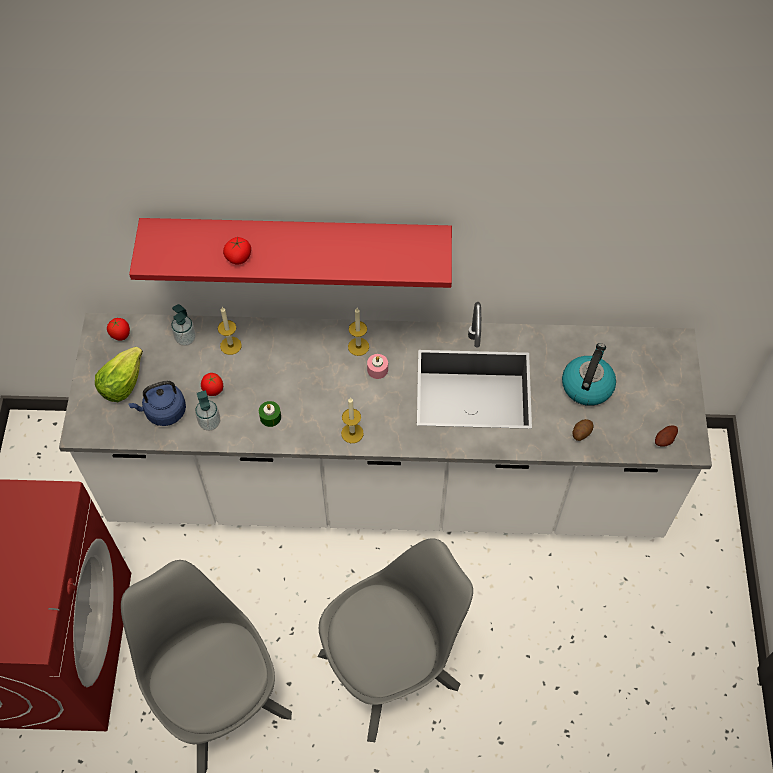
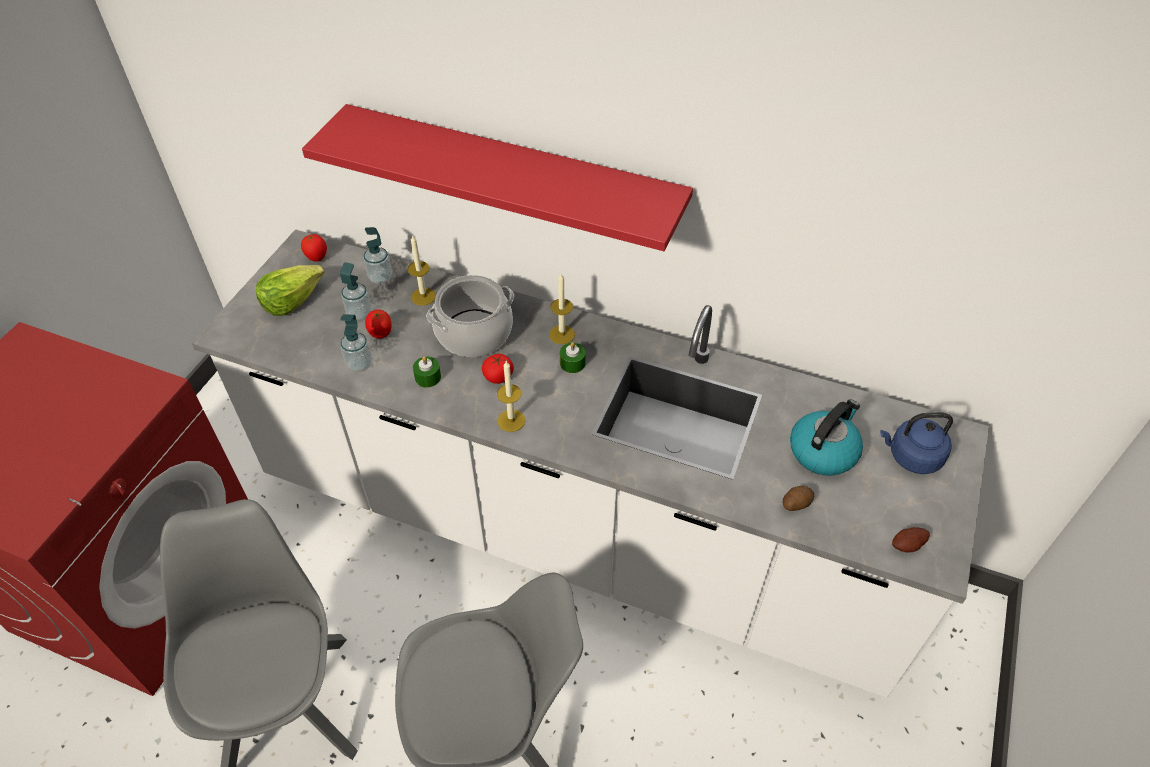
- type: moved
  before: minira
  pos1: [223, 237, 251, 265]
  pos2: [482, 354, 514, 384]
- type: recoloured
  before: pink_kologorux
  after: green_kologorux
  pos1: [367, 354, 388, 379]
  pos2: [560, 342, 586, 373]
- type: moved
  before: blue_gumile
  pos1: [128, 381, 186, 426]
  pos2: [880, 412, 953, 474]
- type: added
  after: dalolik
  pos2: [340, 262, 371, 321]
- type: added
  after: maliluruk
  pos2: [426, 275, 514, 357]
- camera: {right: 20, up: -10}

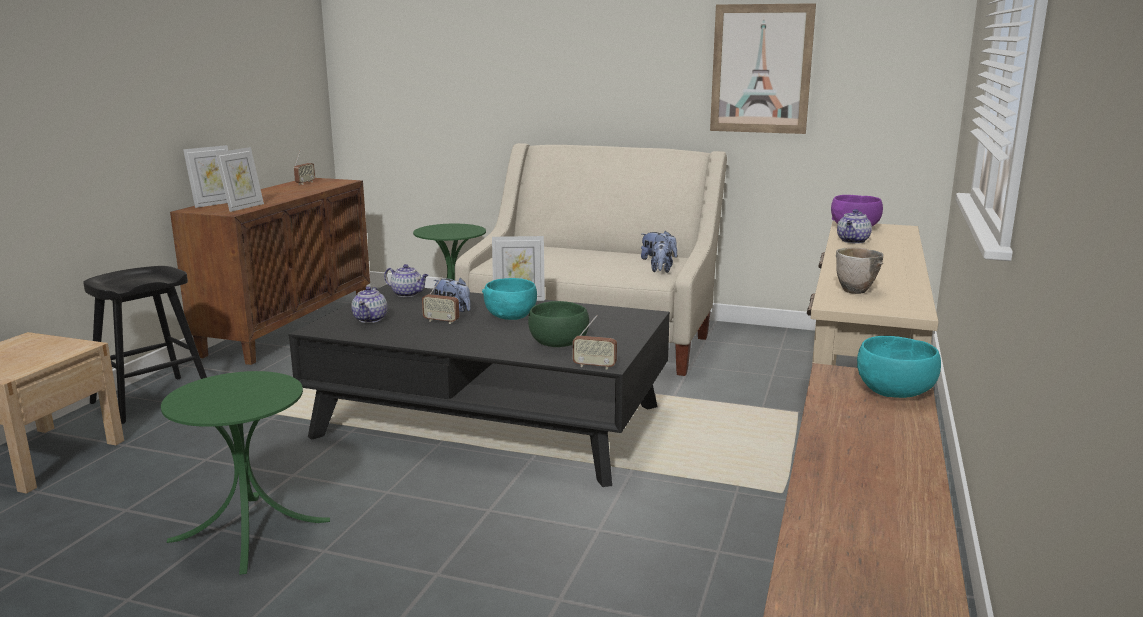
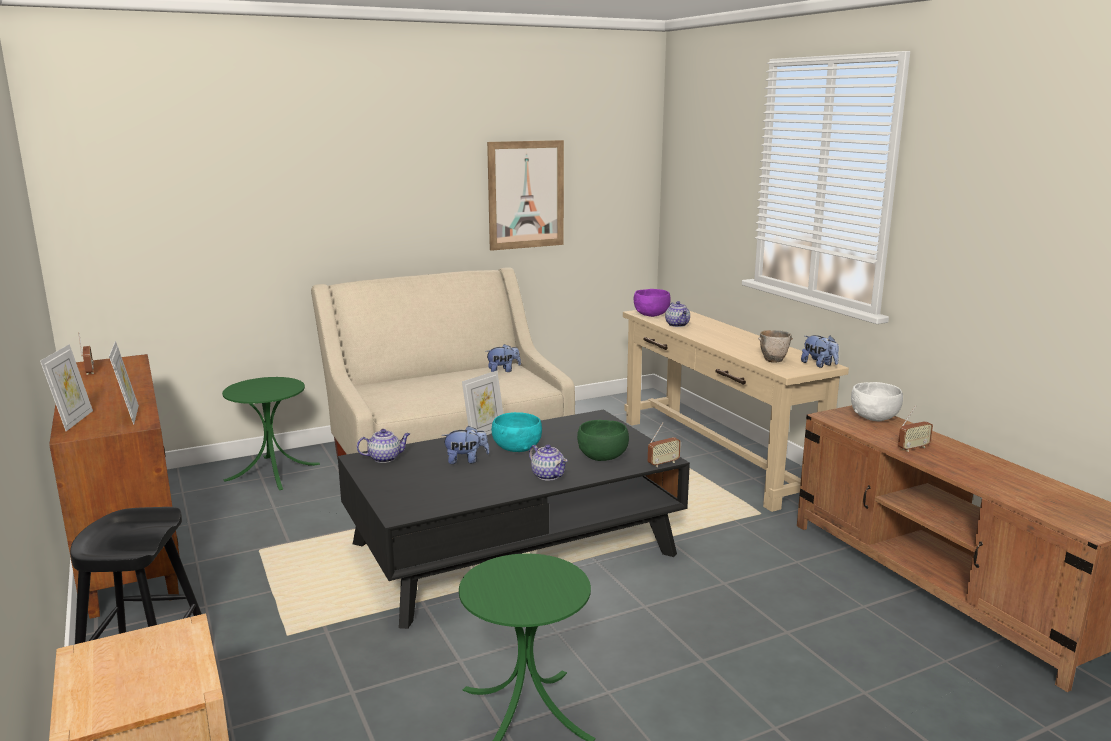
- type: moved
  before: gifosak
  pos1: [651, 241, 673, 273]
  pos2: [801, 335, 839, 368]
- type: moved
  before: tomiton
  pos1: [422, 276, 459, 324]
  pos2: [898, 405, 933, 452]
- type: moved
  before: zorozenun
  pos1: [351, 286, 388, 323]
  pos2: [529, 445, 568, 481]
- type: recoloured
  before: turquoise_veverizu
  after: white_veverizu
  pos1: [857, 336, 941, 398]
  pos2: [851, 382, 903, 421]
- camera: {right: -45, up: 0}

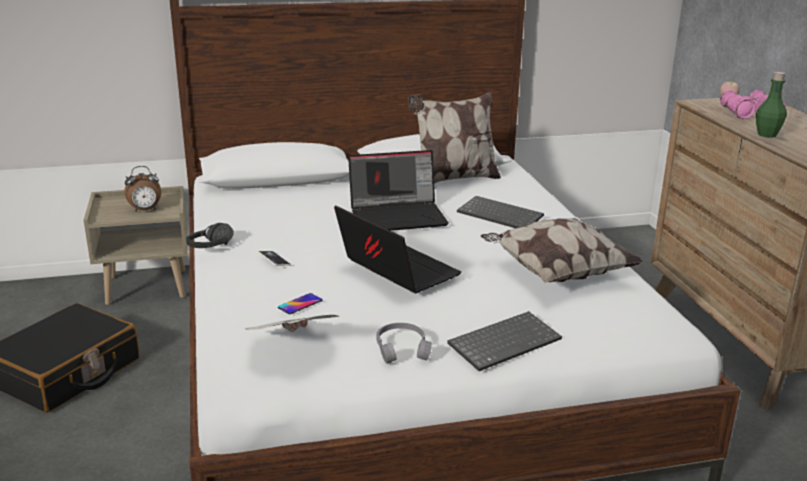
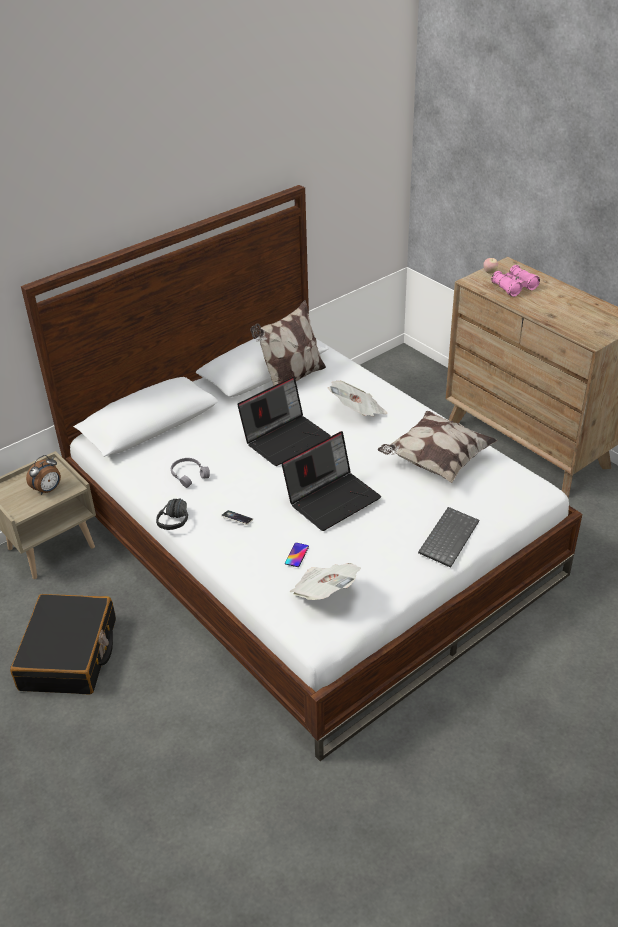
- type: removed
  before: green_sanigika
  pos1: [756, 72, 787, 138]
- type: replaced
  before: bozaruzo
  after: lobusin
  pos1: [457, 196, 544, 228]
  pos2: [328, 381, 388, 417]
- type: turned
  before: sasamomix
  pos1: [334, 205, 462, 293]
  pos2: [281, 431, 381, 531]
  turn: 120
- type: moved
  before: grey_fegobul
  pos1: [377, 323, 432, 364]
  pos2: [171, 458, 210, 488]
- camera: {right: -25, up: 15}

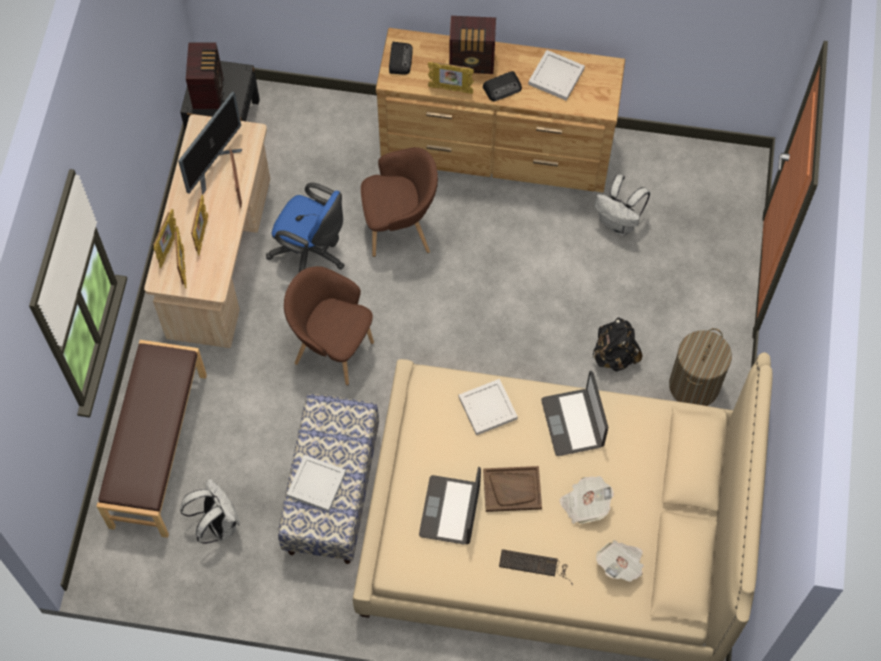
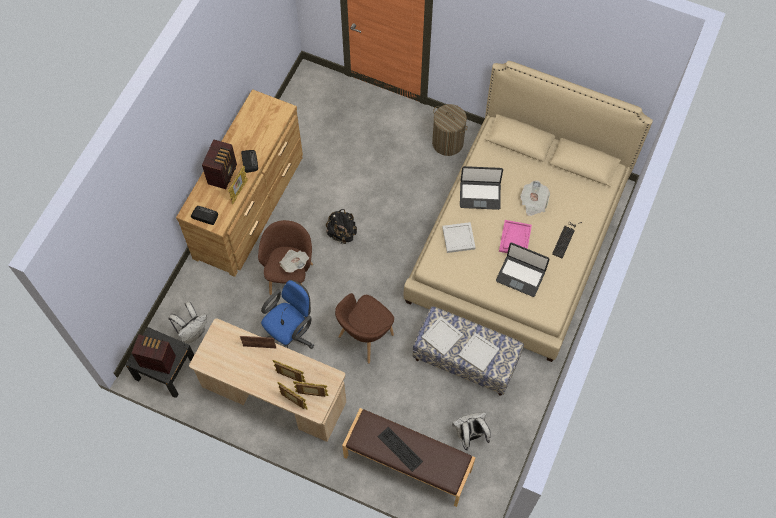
- type: moved
  before: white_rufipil
  pos1: [528, 50, 585, 101]
  pos2: [422, 317, 463, 356]
- type: removed
  before: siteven
  pos1: [178, 91, 242, 195]
- type: moved
  before: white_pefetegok
  pos1: [594, 174, 650, 236]
  pos2: [168, 302, 207, 344]
- type: moved
  before: black_pefetegok
  pos1: [592, 317, 642, 371]
  pos2: [326, 209, 357, 245]
- type: recoloured
  before: brown_rufipil
  after: pink_rufipil
  pos1: [483, 466, 542, 512]
  pos2: [499, 220, 532, 253]
- type: moved
  before: lobusin
  pos1: [596, 540, 644, 582]
  pos2: [279, 249, 309, 273]
- type: added
  after: bozaruzo
  pos2: [378, 427, 423, 472]
- camera: {right: -75, up: 0}

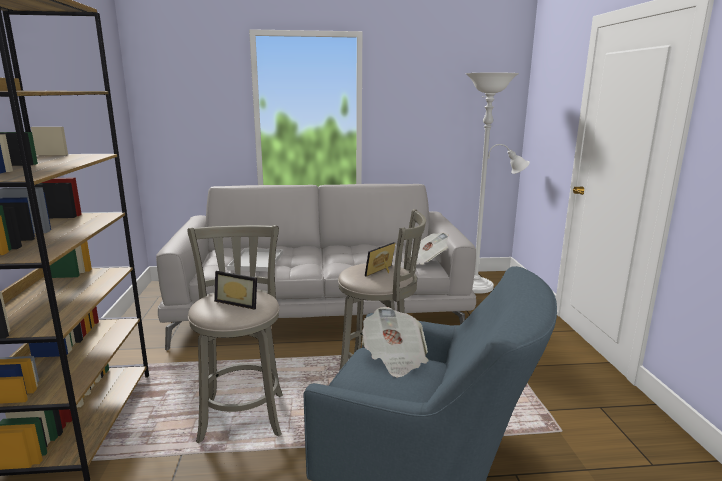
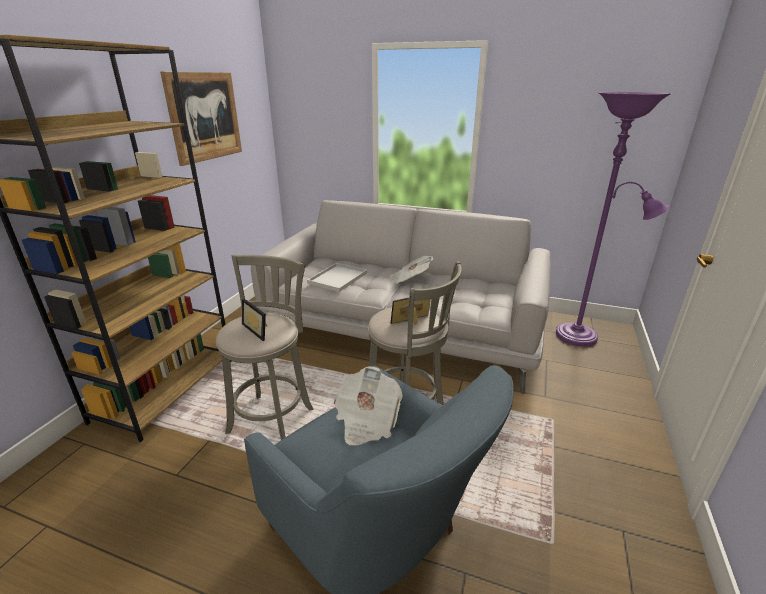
- type: recoloured
  before: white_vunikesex
  after: purple_vunikesex
  pos1: [465, 72, 530, 294]
  pos2: [556, 92, 671, 347]
- type: moved
  before: lobusin
  pos1: [403, 233, 449, 265]
  pos2: [390, 255, 433, 284]
- type: added
  after: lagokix
  pos2: [160, 71, 242, 166]
- camera: {right: 25, up: 10}

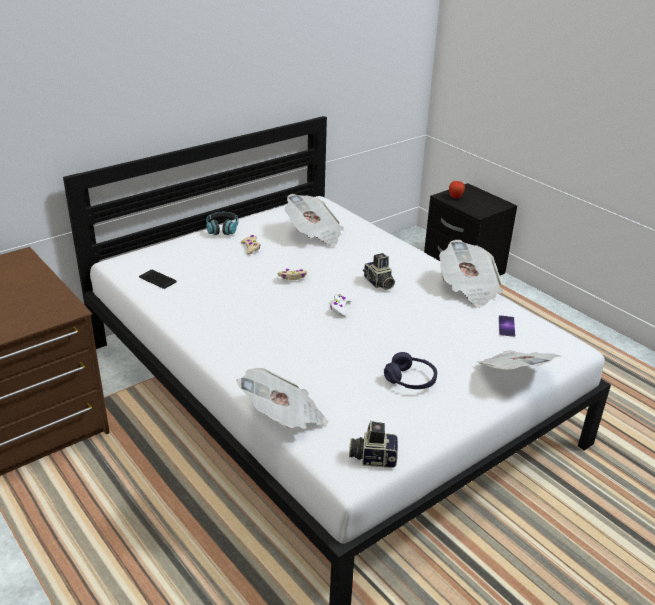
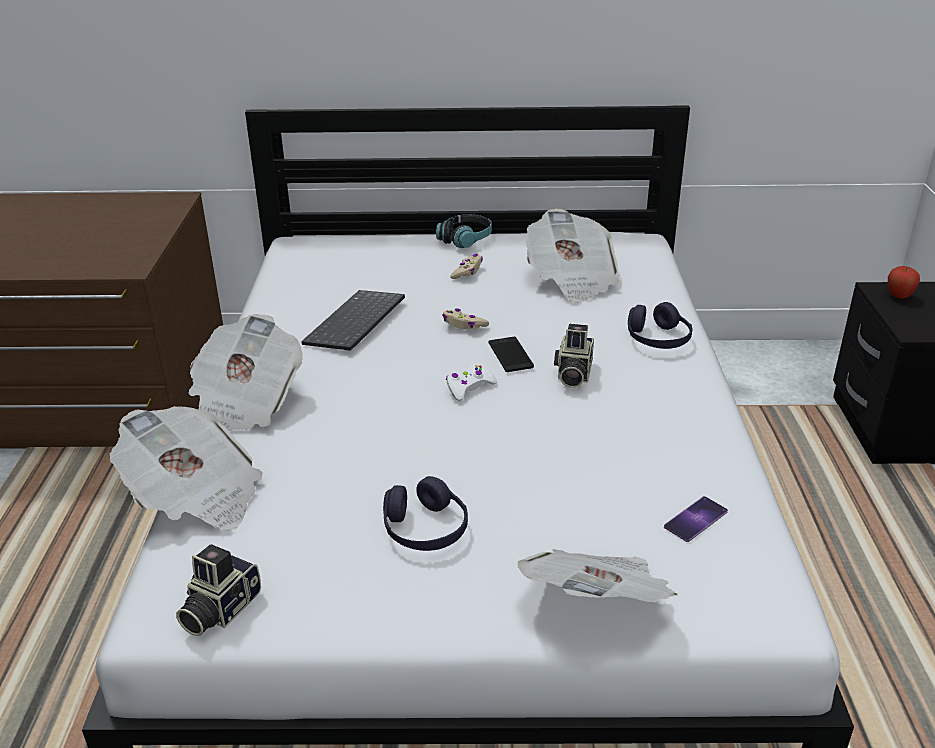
- type: moved
  before: lobusin
  pos1: [439, 240, 503, 308]
  pos2: [188, 314, 303, 431]
- type: moved
  before: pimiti
  pos1: [139, 270, 177, 289]
  pos2: [489, 337, 534, 372]
- type: turned
  before: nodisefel
  pos1: [349, 420, 398, 468]
  pos2: [176, 544, 261, 636]
  turn: -105
- type: added
  after: bozaruzo
  pos2: [301, 290, 405, 351]
- type: added
  after: purple_fegobul
  pos2: [628, 302, 692, 349]
- camera: {right: 40, up: 0}

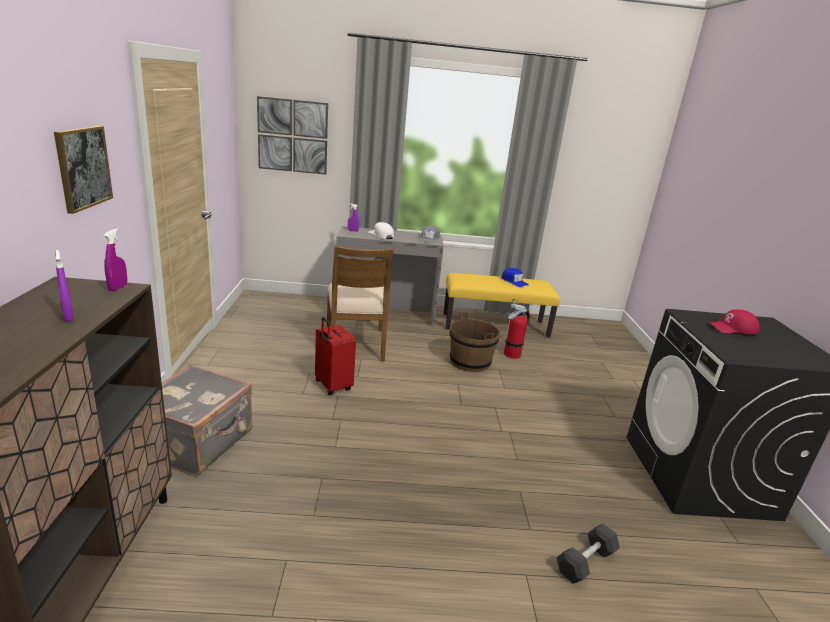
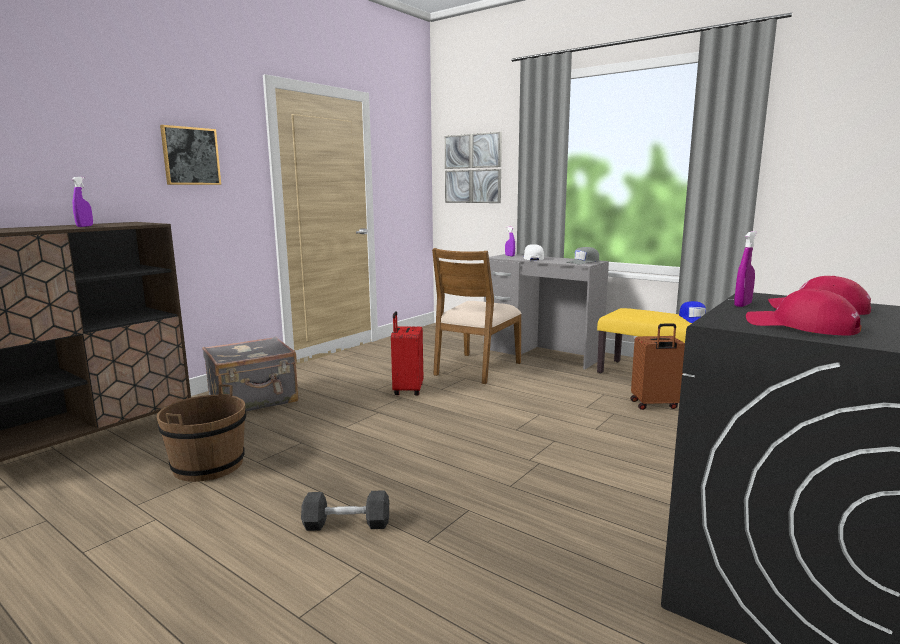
- type: moved
  before: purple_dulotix
  pos1: [104, 229, 127, 291]
  pos2: [734, 231, 757, 307]
- type: replaced
  before: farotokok
  after: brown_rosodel
  pos1: [504, 299, 530, 359]
  pos2: [630, 323, 685, 410]
- type: moved
  before: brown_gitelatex
  pos1: [450, 312, 500, 372]
  pos2: [157, 384, 246, 482]
- type: moved
  before: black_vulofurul
  pos1: [556, 524, 620, 584]
  pos2: [301, 490, 389, 531]
- type: added
  after: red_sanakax
  pos2: [746, 289, 861, 335]
- camera: {right: 40, up: -10}

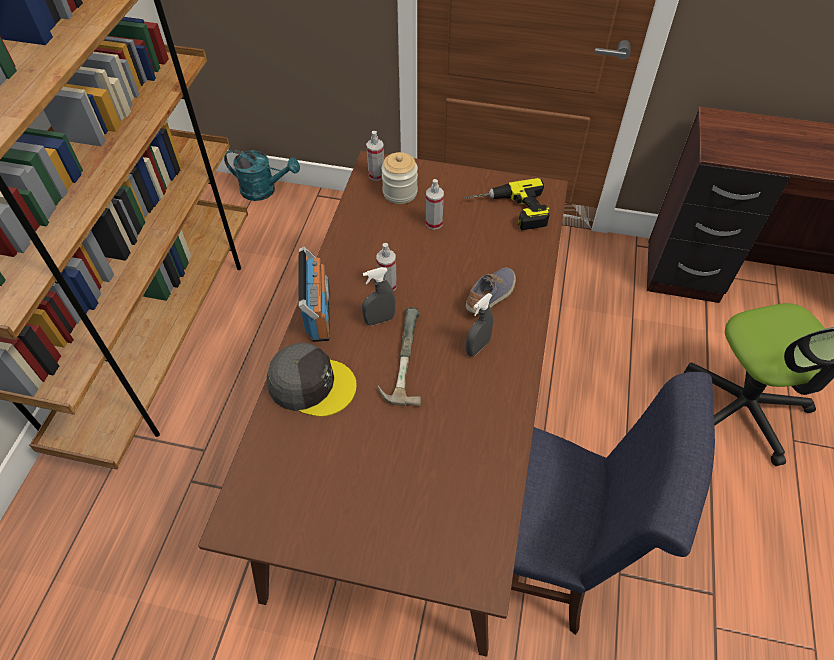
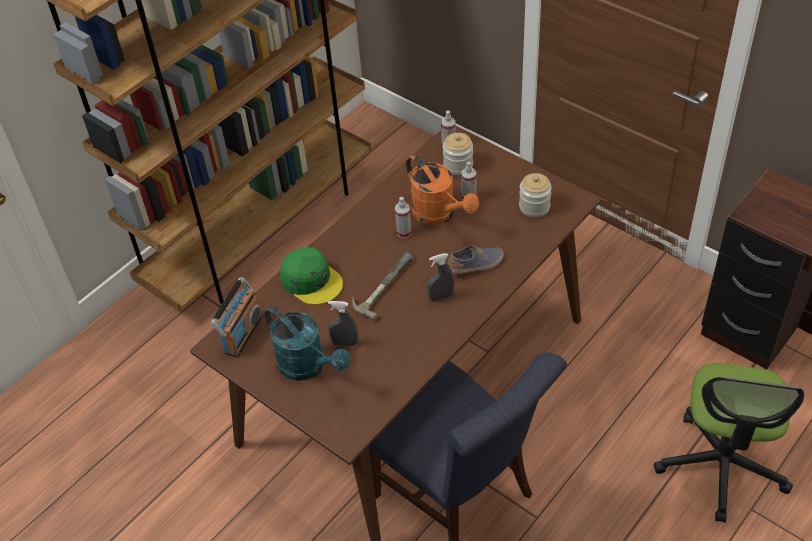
- type: moved
  before: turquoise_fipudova
  pos1: [224, 149, 300, 201]
  pos2: [264, 306, 350, 381]
- type: replaced
  before: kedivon
  after: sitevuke
  pos1: [464, 178, 550, 230]
  pos2: [519, 173, 552, 218]
- type: moved
  before: tomiton
  pos1: [298, 246, 330, 342]
  pos2: [211, 277, 263, 357]
- type: moved
  before: grey_dulotix
  pos1: [362, 267, 395, 326]
  pos2: [328, 301, 358, 346]
- type: recoloured
  before: grey_sanakax
  after: green_sanakax
  pos1: [267, 342, 357, 417]
  pos2: [280, 247, 343, 305]
- type: added
  after: orange_fipudova
  pos2: [406, 155, 479, 225]
- camera: {right: 30, up: -5}

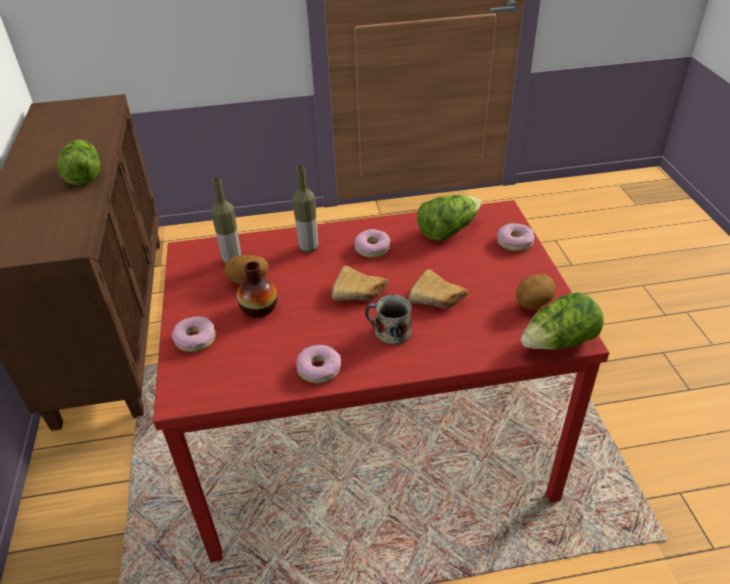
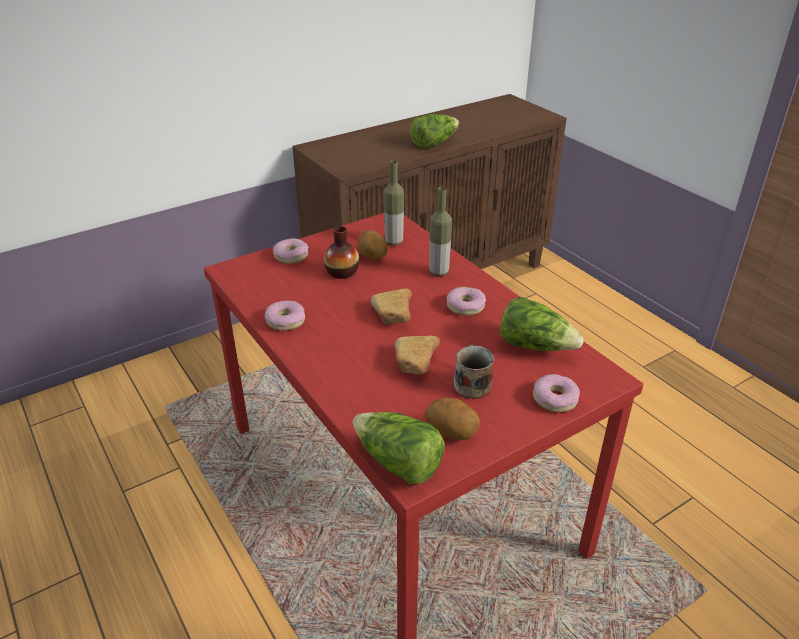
- type: moved
  before: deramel
  pos1: [365, 295, 412, 345]
  pos2: [454, 345, 494, 399]
- camera: {right: 65, up: -5}

